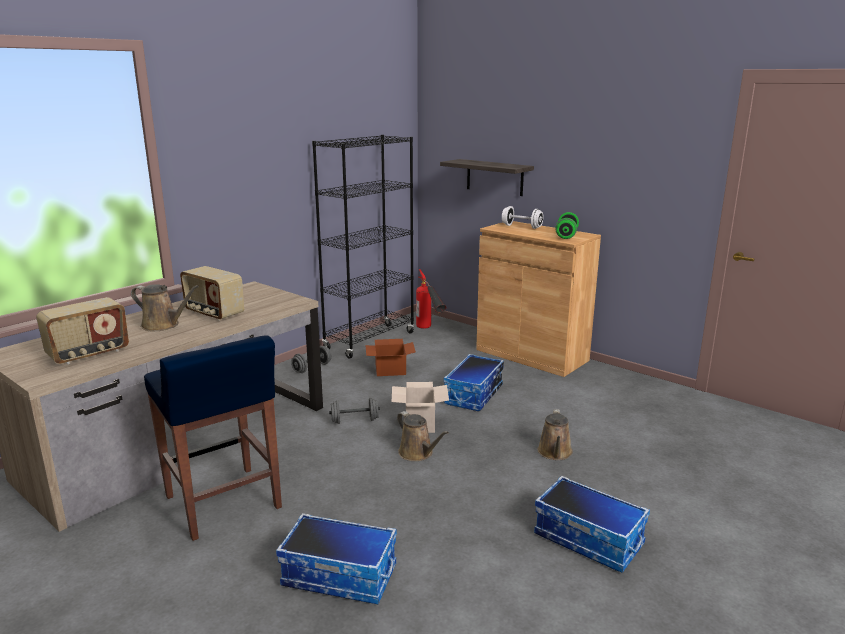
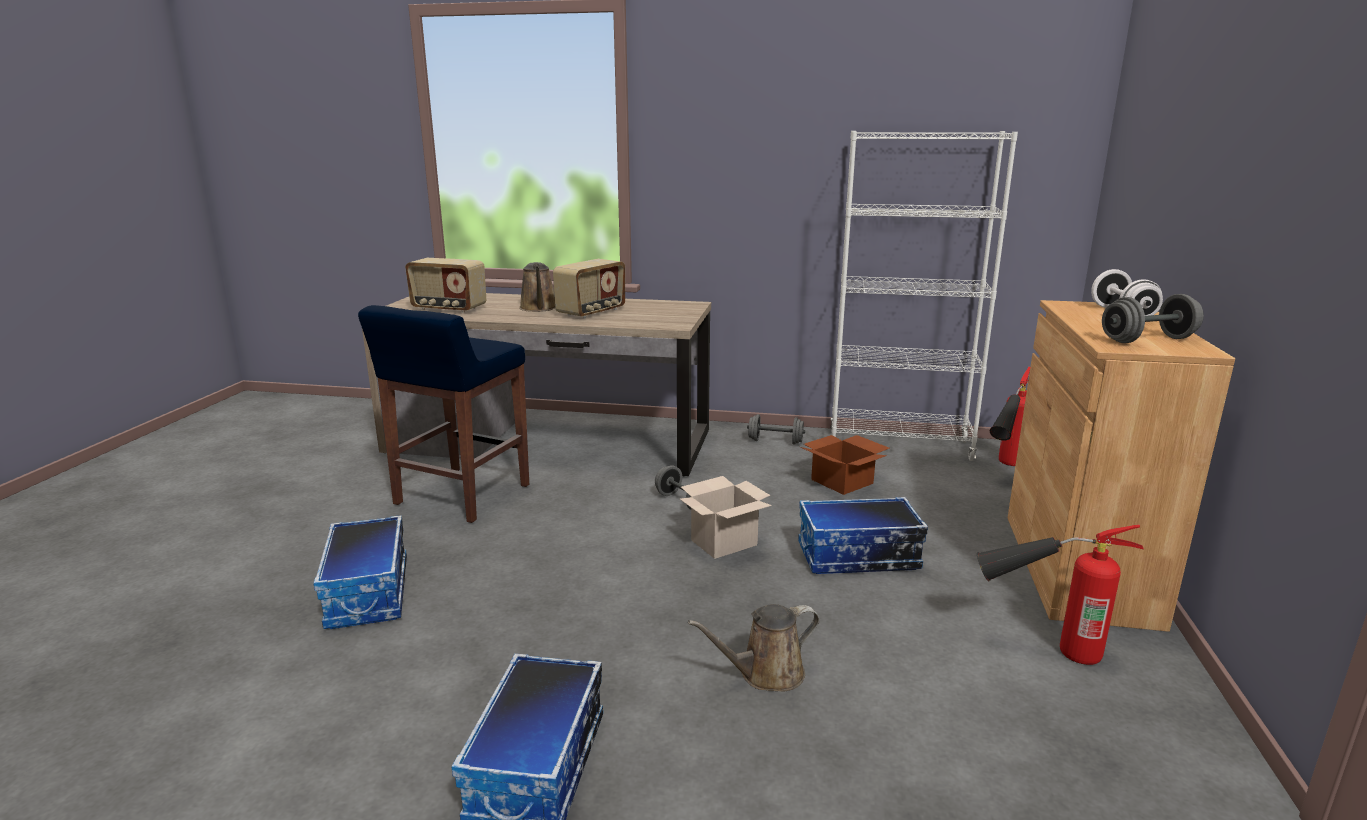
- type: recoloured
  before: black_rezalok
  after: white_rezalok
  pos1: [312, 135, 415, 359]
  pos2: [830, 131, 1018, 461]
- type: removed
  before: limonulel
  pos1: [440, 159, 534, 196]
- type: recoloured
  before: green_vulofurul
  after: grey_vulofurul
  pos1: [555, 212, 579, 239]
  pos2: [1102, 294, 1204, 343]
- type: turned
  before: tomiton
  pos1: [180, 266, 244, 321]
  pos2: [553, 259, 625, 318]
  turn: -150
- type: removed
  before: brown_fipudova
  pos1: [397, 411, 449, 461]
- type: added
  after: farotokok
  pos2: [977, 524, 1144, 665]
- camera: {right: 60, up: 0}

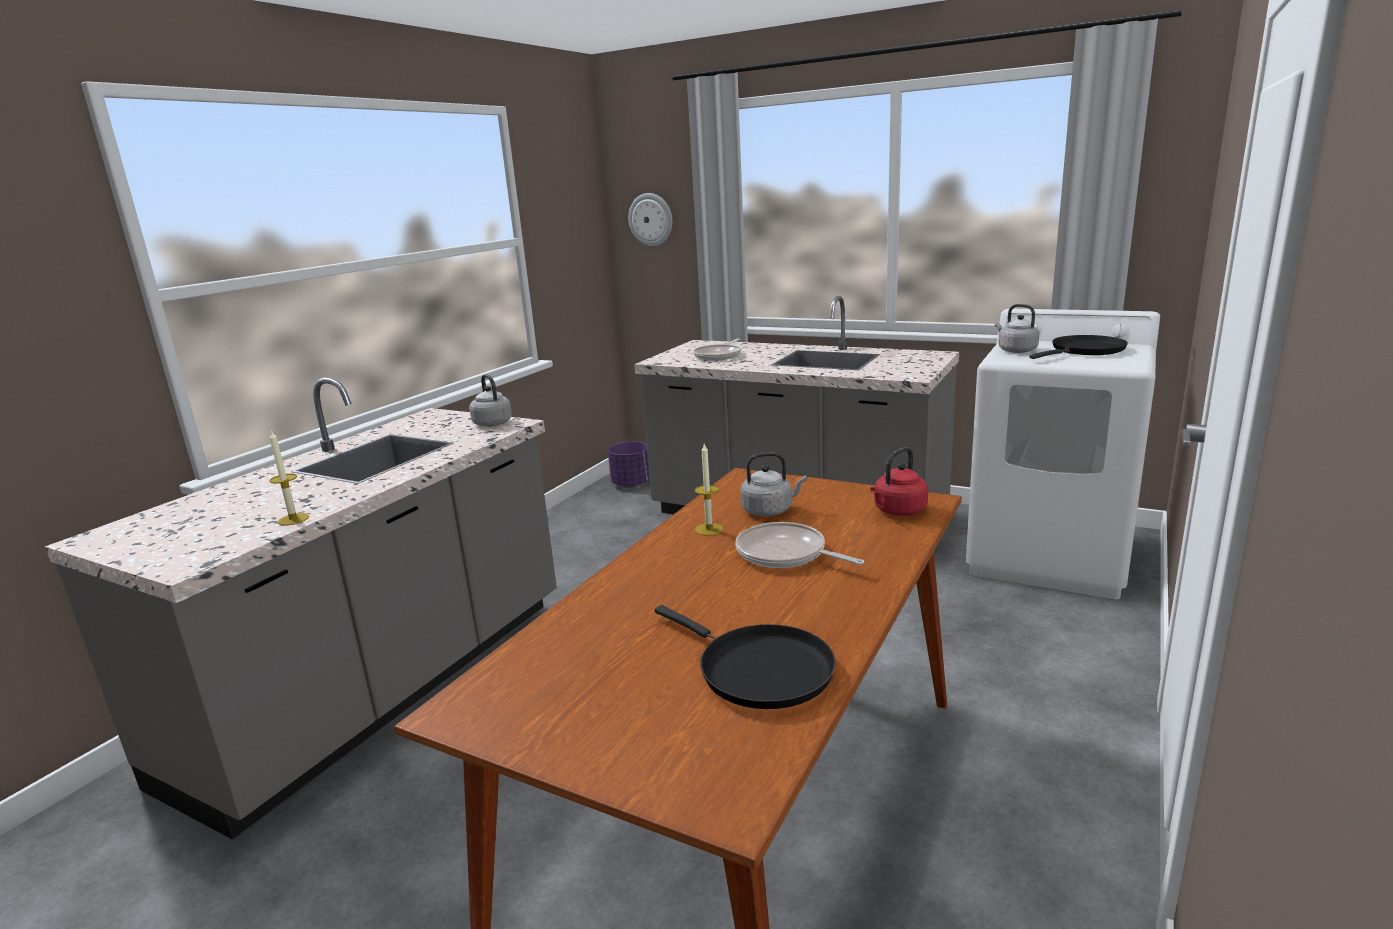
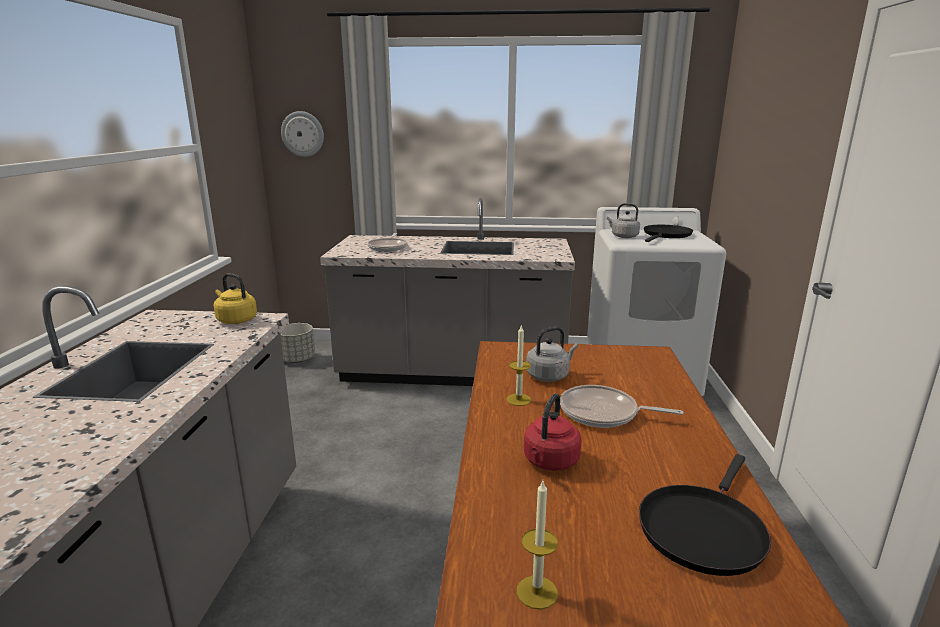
- type: recoloured
  before: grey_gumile
  after: yellow_gumile
  pos1: [469, 374, 512, 427]
  pos2: [214, 273, 257, 324]
- type: moved
  before: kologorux
  pos1: [269, 430, 309, 525]
  pos2: [517, 481, 558, 610]
- type: recoloured
  before: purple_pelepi
  after: grey_pelepi
  pos1: [608, 441, 650, 488]
  pos2: [280, 323, 315, 363]
- type: moved
  before: red_gumile
  pos1: [870, 447, 928, 516]
  pos2: [524, 393, 582, 471]
- type: turned
  before: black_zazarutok
  pos1: [655, 605, 836, 709]
  pos2: [639, 454, 771, 576]
  turn: 105
- camera: {right: -25, up: 0}

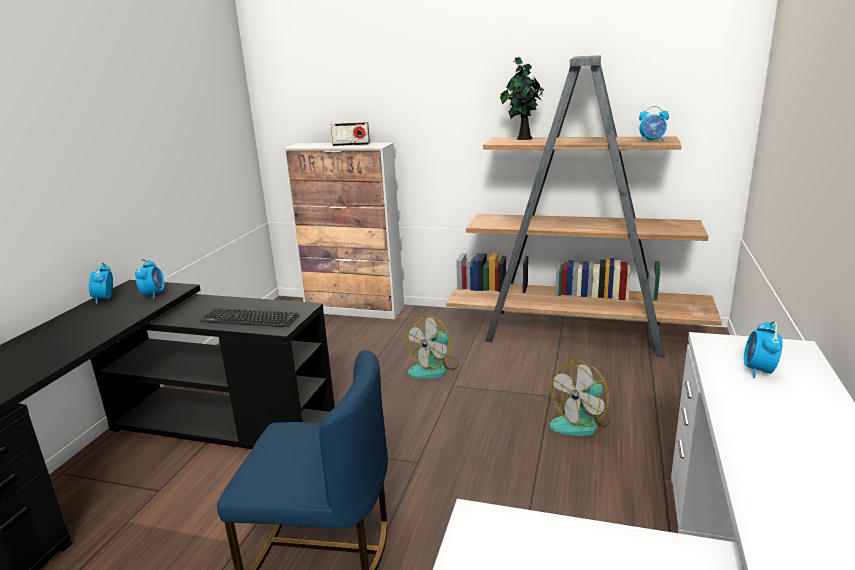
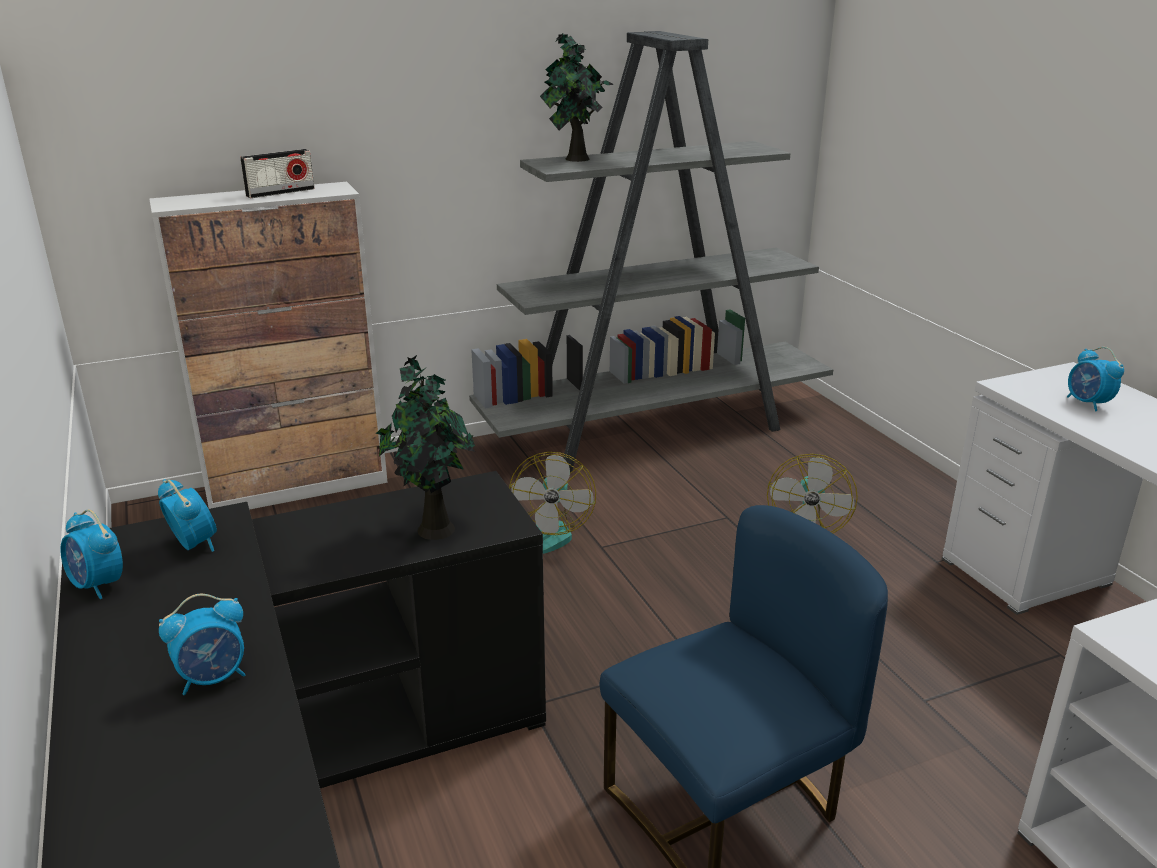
- type: recoloured
  before: brown_rezalok
  after: grey_rezalok
  pos1: [446, 55, 722, 357]
  pos2: [469, 31, 833, 472]
- type: moved
  before: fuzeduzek
  pos1: [639, 106, 669, 142]
  pos2: [159, 594, 246, 695]
- type: replaced
  before: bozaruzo
  after: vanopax
  pos1: [201, 308, 299, 327]
  pos2: [376, 355, 475, 540]
- camera: {right: -40, up: 5}

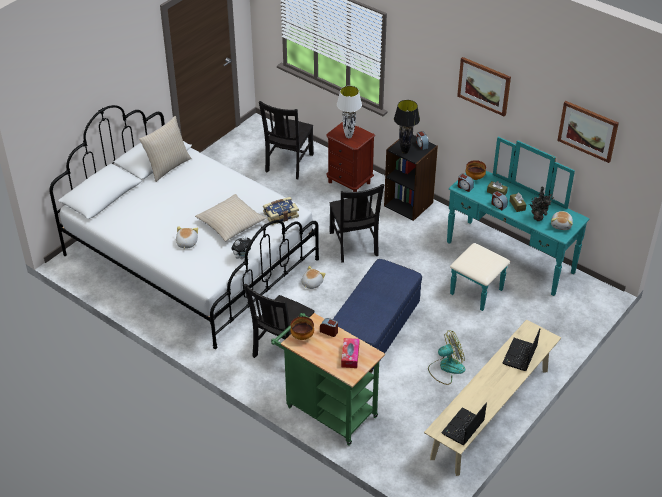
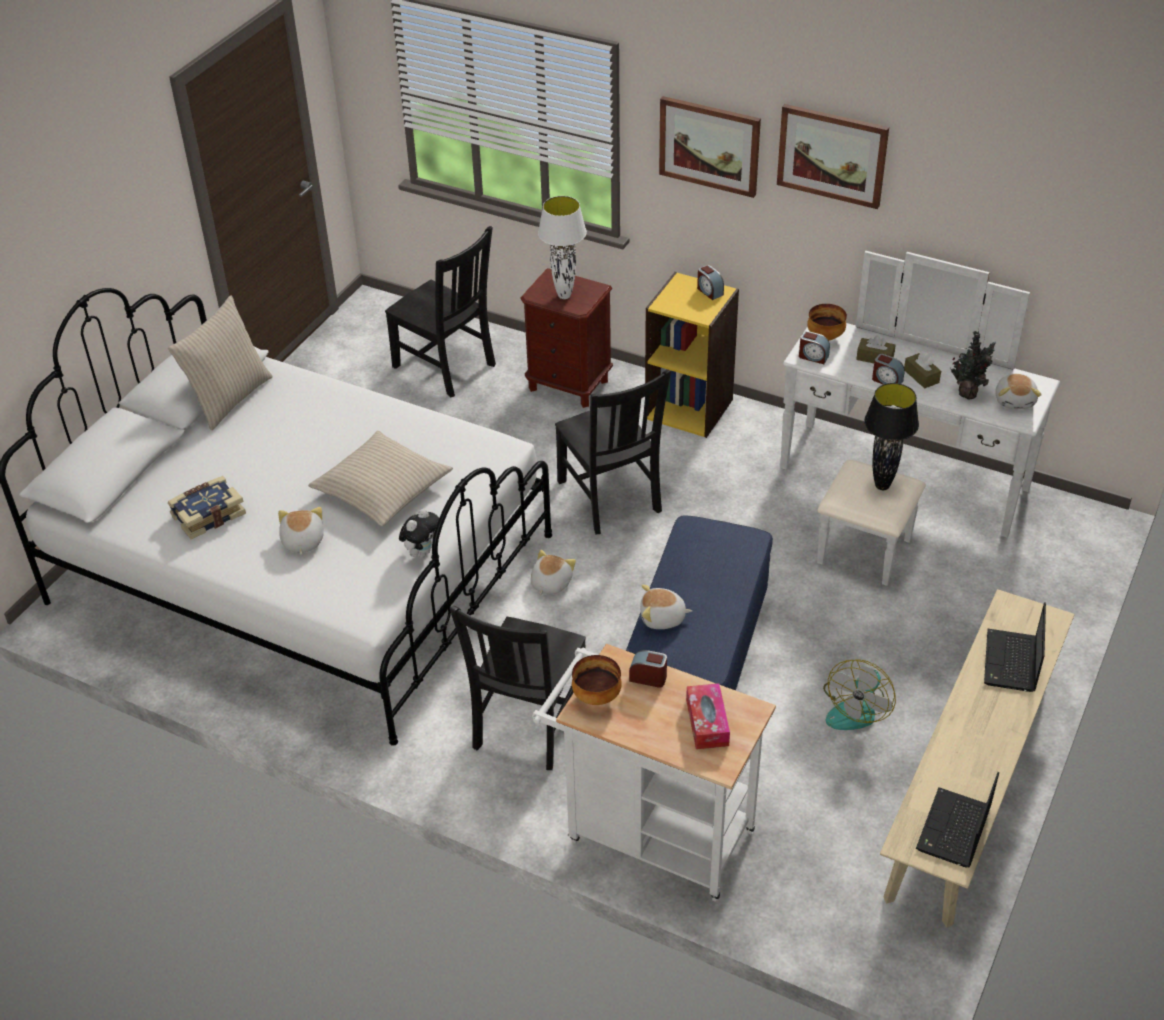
- type: moved
  before: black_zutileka
  pos1: [394, 100, 420, 154]
  pos2: [864, 383, 919, 490]
- type: turned
  before: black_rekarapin
  pos1: [259, 101, 314, 179]
  pos2: [385, 226, 496, 397]
  turn: -60
- type: moved
  before: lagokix
  pos1: [557, 101, 619, 163]
  pos2: [659, 96, 761, 198]
- type: recoloured
  before: black_rezalok
  after: yellow_rezalok
  pos1: [384, 135, 438, 221]
  pos2: [645, 272, 739, 438]
- type: recoloured
  before: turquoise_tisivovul
  after: white_tisivovul
  pos1: [447, 137, 589, 311]
  pos2: [780, 251, 1060, 586]
- type: moved
  before: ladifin
  pos1: [263, 197, 299, 225]
  pos2: [168, 476, 246, 539]
- type: recoloured
  before: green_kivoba
  after: white_kivoba
  pos1: [271, 313, 385, 446]
  pos2: [532, 644, 776, 902]
- type: turned
  before: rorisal
  pos1: [428, 331, 465, 385]
  pos2: [823, 659, 896, 730]
  turn: 150
- type: added
  after: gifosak
  pos2: [640, 585, 692, 629]
- camera: {right: -10, up: 0}

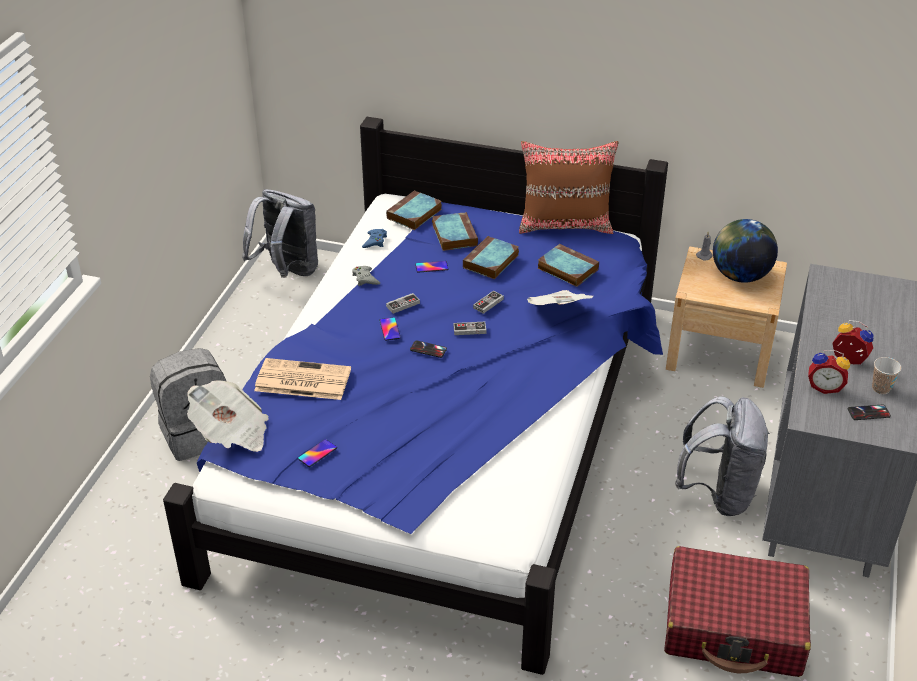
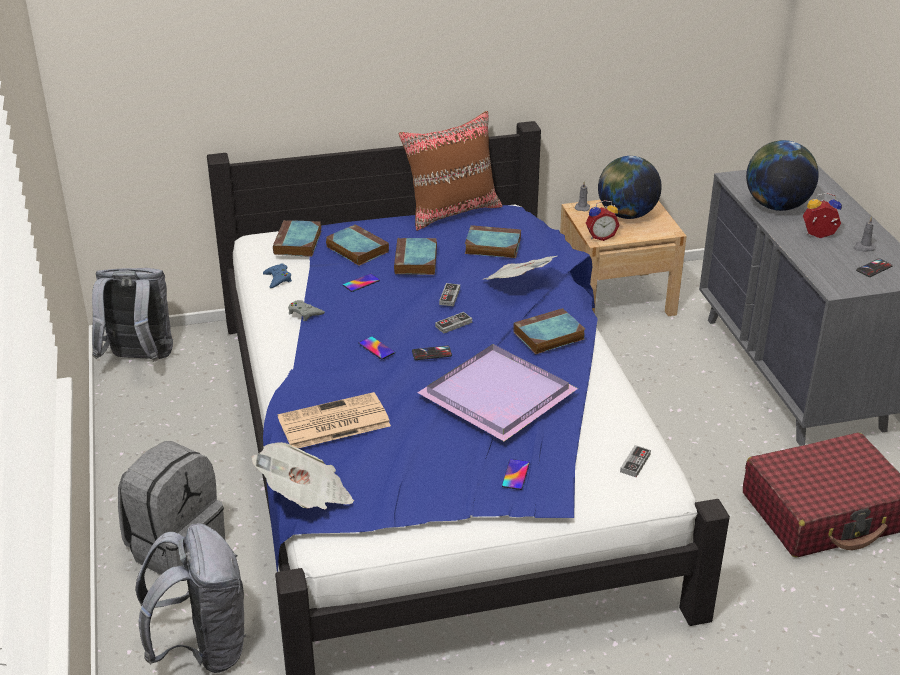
- type: moved
  before: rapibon
  pos1: [386, 293, 420, 314]
  pos2: [620, 445, 651, 477]
- type: moved
  before: fuzeduzek
  pos1: [808, 350, 850, 394]
  pos2: [586, 200, 620, 241]
- type: replaced
  before: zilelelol
  after: grey_kologorux
  pos1: [872, 357, 901, 394]
  pos2: [853, 216, 876, 252]
- type: moved
  before: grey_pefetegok
  pos1: [675, 396, 770, 516]
  pos2: [135, 523, 247, 673]
- type: moved
  before: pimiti
  pos1: [298, 439, 337, 467]
  pos2: [502, 459, 530, 490]
- type: added
  after: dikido
  pos2: [746, 140, 819, 211]
- type: added
  after: ladifin
  pos2: [513, 308, 585, 354]
- type: added
  after: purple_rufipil
  pos2: [417, 344, 578, 441]
- camera: {right: -30, up: -5}

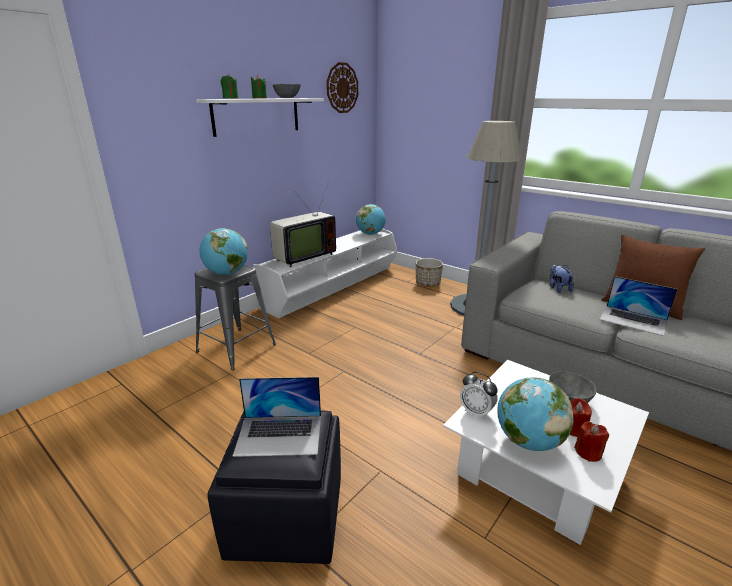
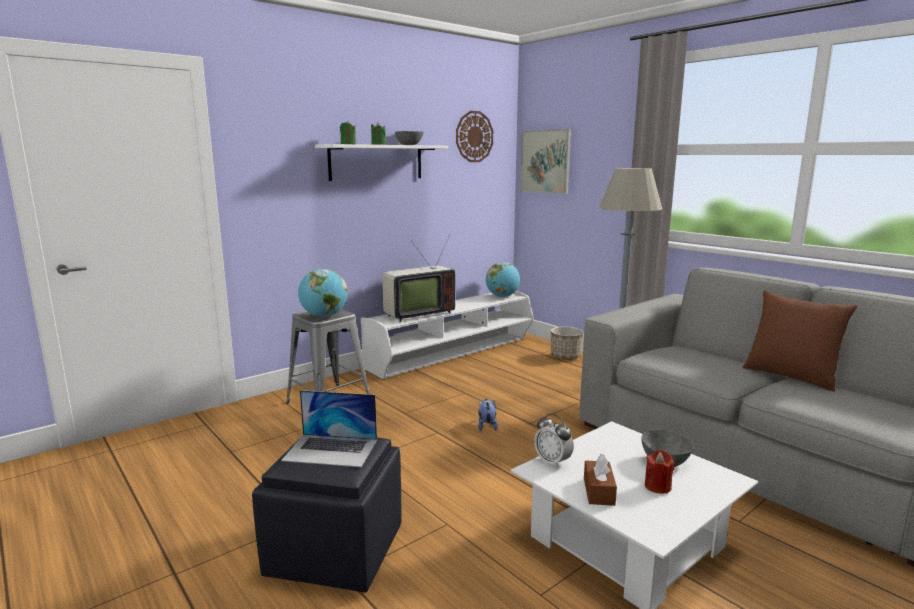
- type: moved
  before: gifosak
  pos1: [549, 264, 574, 293]
  pos2: [478, 399, 498, 431]
- type: removed
  before: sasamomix
  pos1: [600, 276, 677, 336]
- type: replaced
  before: dikido
  after: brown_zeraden
  pos1: [497, 377, 573, 451]
  pos2: [584, 454, 617, 506]
- type: removed
  before: red_kologorux
  pos1: [574, 422, 609, 462]
- type: added
  after: lagokix
  pos2: [520, 129, 571, 194]
- camera: {right: 10, up: -10}

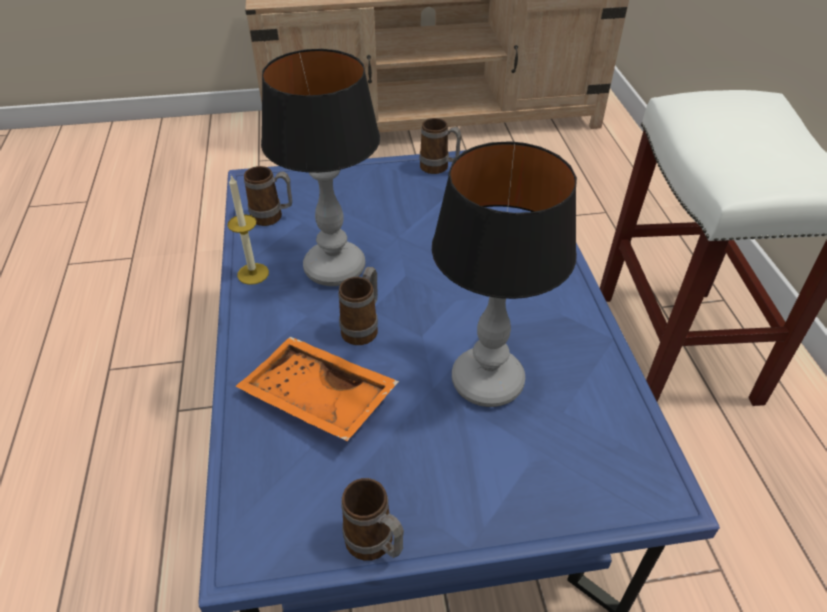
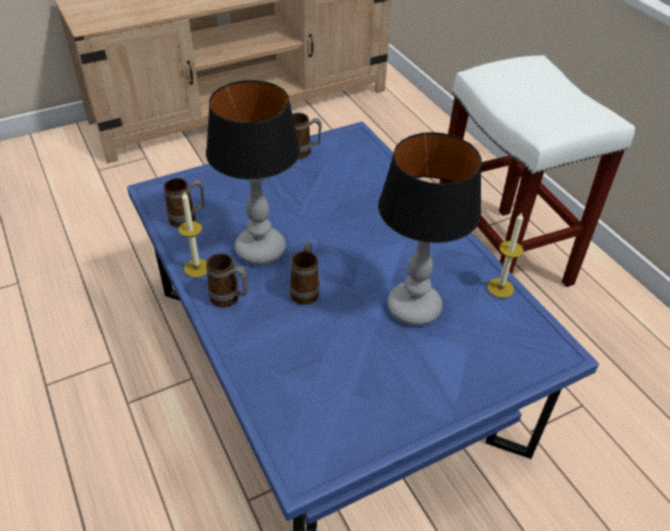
- type: removed
  before: orange_rufipil
  pos1: [235, 337, 399, 441]
- type: moved
  before: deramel
  pos1: [341, 478, 404, 561]
  pos2: [206, 253, 248, 307]
- type: added
  after: kologorux
  pos2: [487, 212, 524, 298]
- camera: {right: -20, up: 0}

